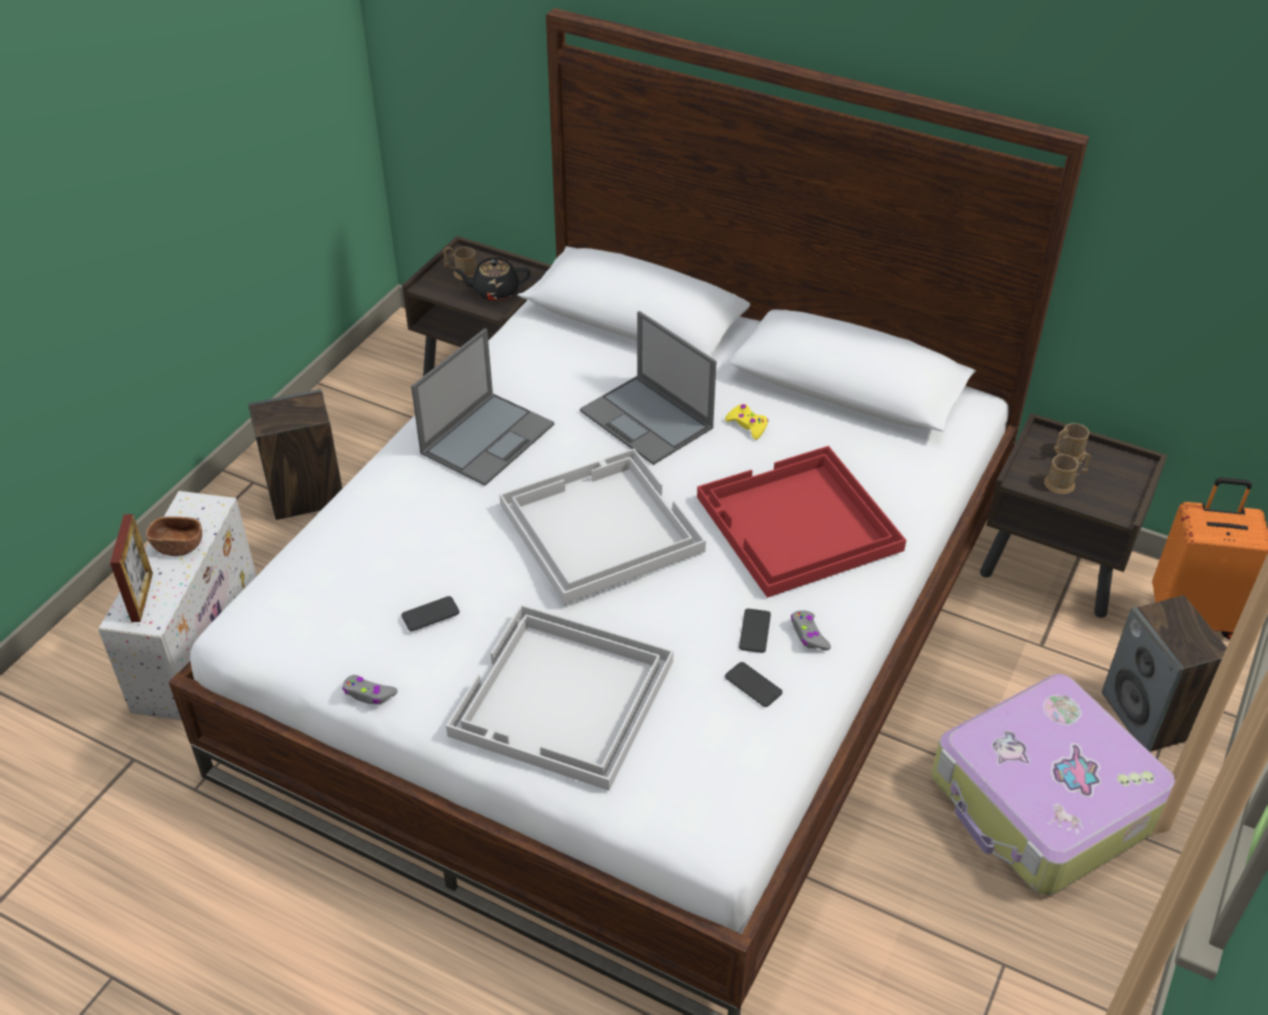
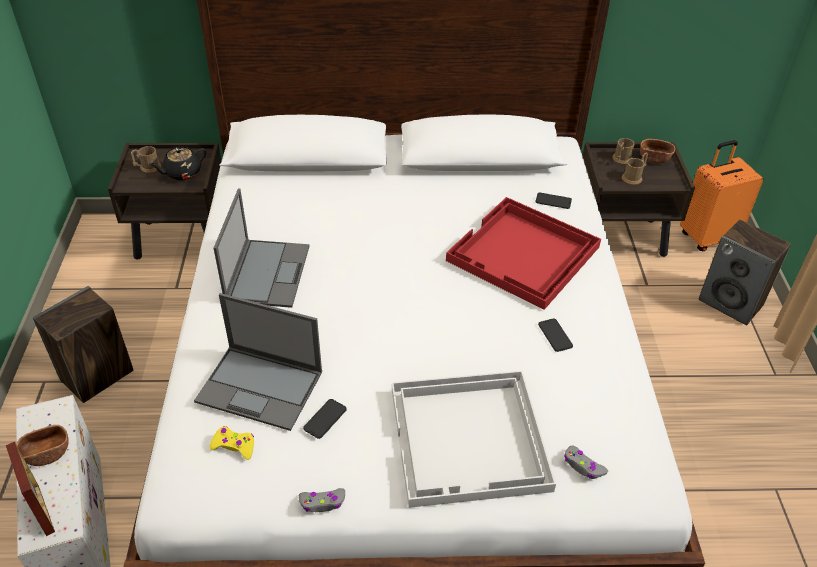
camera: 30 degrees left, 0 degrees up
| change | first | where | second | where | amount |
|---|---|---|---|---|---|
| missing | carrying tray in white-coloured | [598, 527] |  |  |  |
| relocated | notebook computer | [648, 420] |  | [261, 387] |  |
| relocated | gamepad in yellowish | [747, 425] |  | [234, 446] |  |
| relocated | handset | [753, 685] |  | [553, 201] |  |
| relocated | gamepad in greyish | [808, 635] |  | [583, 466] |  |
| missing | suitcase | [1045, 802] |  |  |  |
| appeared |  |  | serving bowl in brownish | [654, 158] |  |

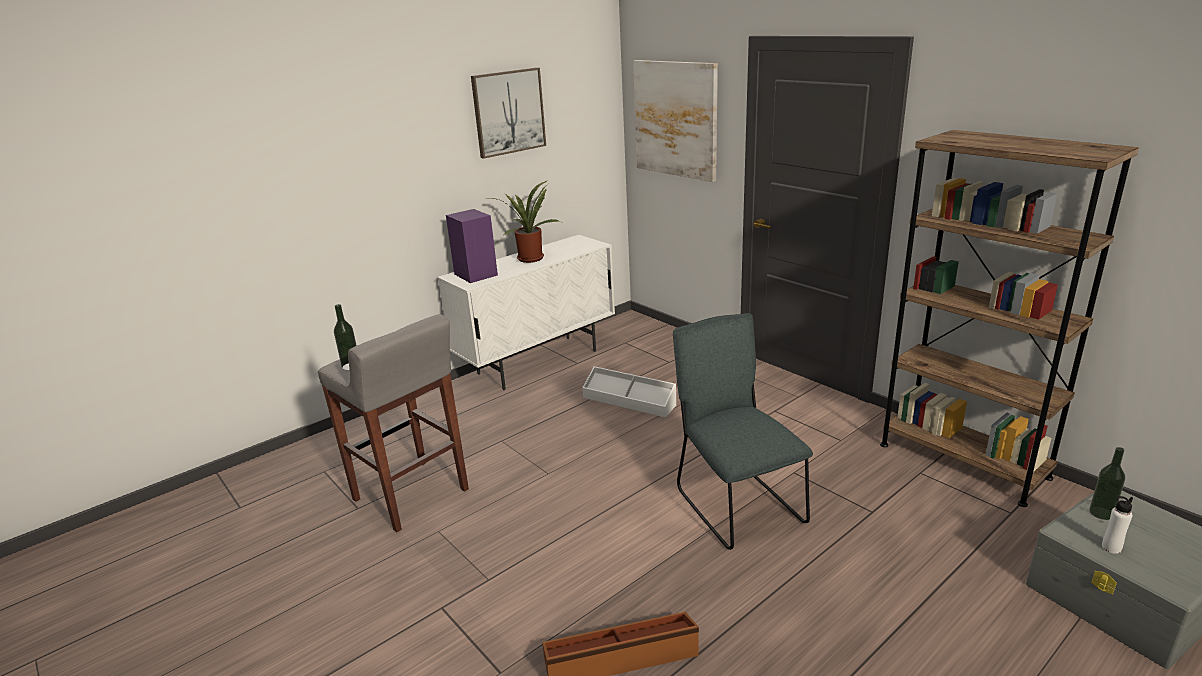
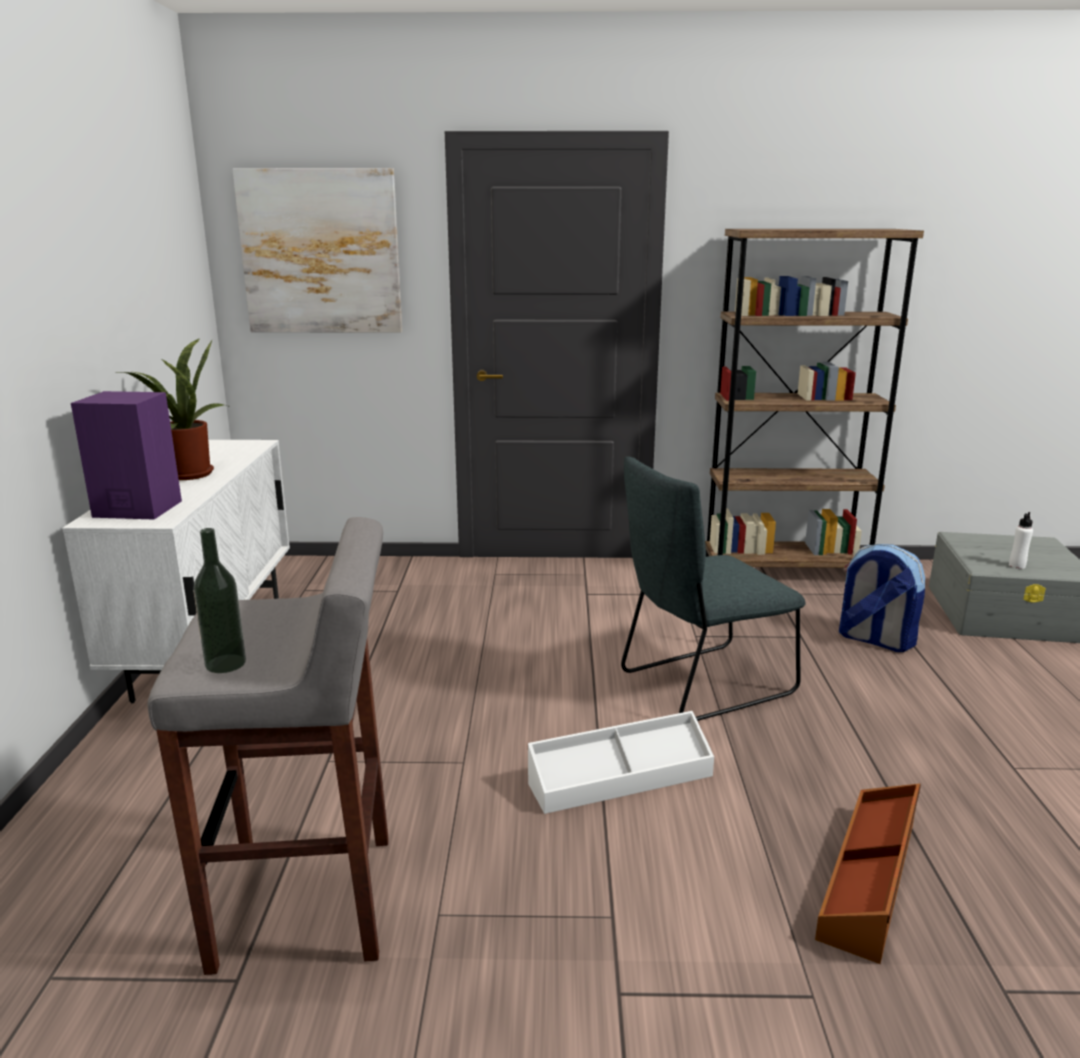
camera: 50 degrees left, 5 degrees down
| change | first | where | second | where | amount |
|---|---|---|---|---|---|
| missing | picture | [508, 112] |  |  |  |
| relocated | storage bin in white-coloured | [629, 401] |  | [620, 778] |  |
| spun | chair in greyish | [735, 503] |  | [700, 684] | 45 degrees counterclockwise |
| missing | bottle | [1101, 513] |  |  |  |
| appeared |  |  | backpack | [874, 640] |  |

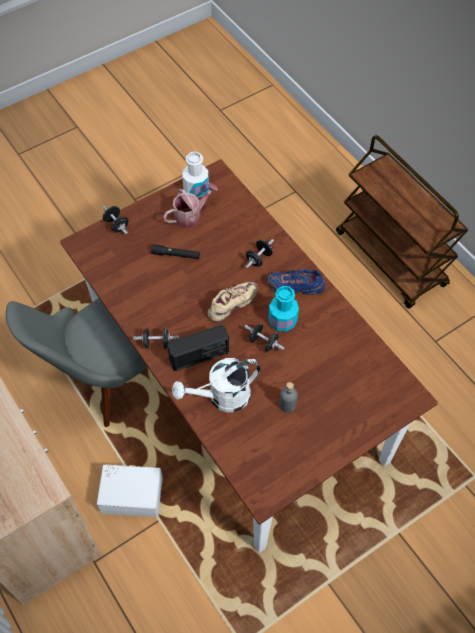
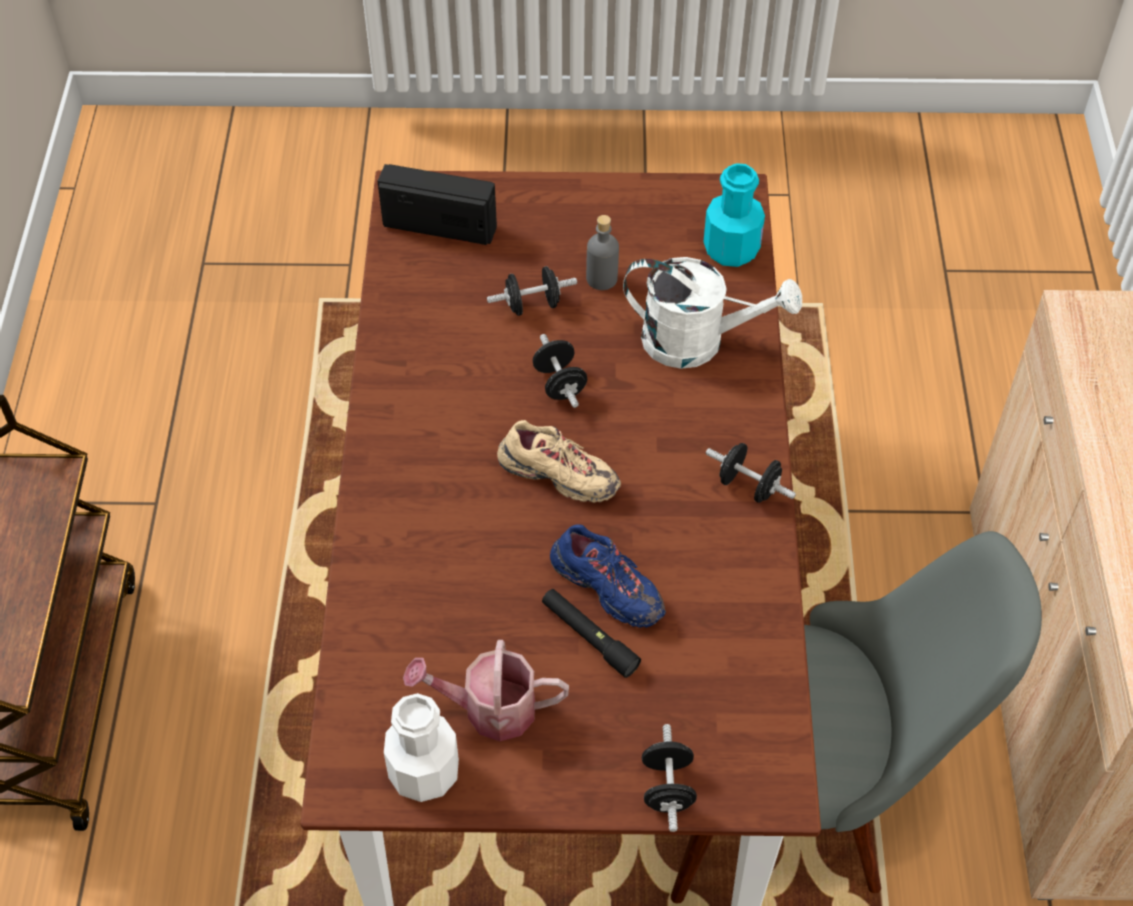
camera: 145 degrees left, 5 degrees down
| change | first | where | second | where | amount |
|---|---|---|---|---|---|
| missing | storage bin in white-coloured | [132, 493] |  |  |  |
| relocated | radio | [199, 356] |  | [440, 225] |  |
| spun | shoe in beige | [232, 304] |  | [559, 476] | 150 degrees counterclockwise |
| relocated | hand weight in blackish | [259, 259] |  | [532, 305] |  |
| relocated | shoe in blue | [295, 287] |  | [607, 589] |  |
| relocated | bottle in turquoise-coloured | [282, 321] |  | [731, 249] |  |

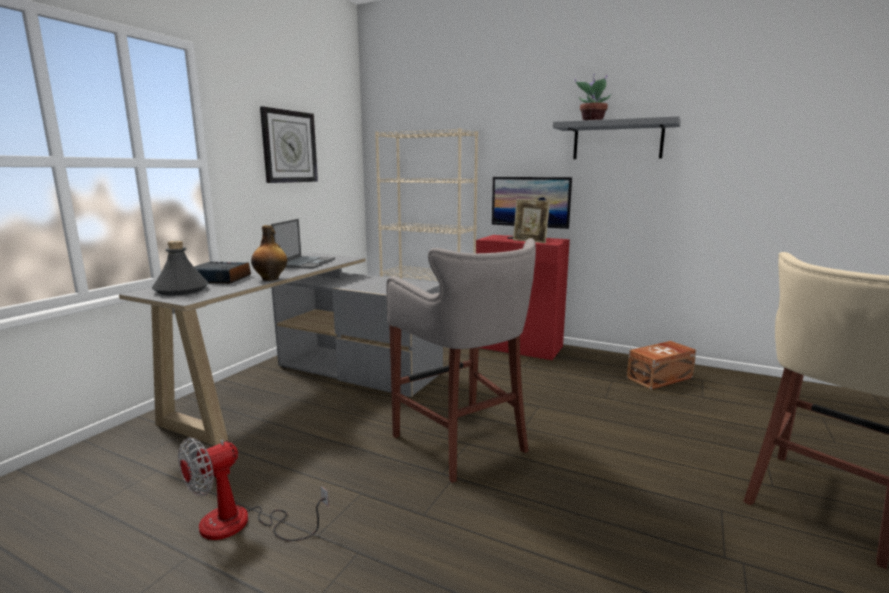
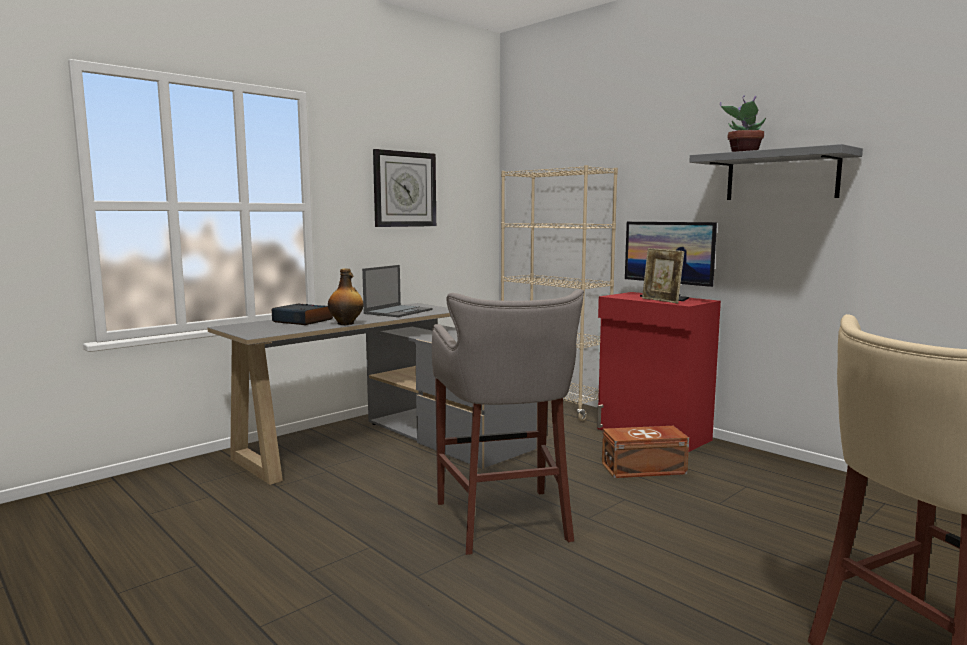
camera: 20 degrees right, 5 degrees down
| change | first | where | second | where | amount |
|---|---|---|---|---|---|
| missing | bottle in greyish | [181, 290] |  |  |  |
| missing | fan | [241, 525] |  |  |  |
| relocated | storage bin in brownish | [661, 378] |  | [645, 469] |  |

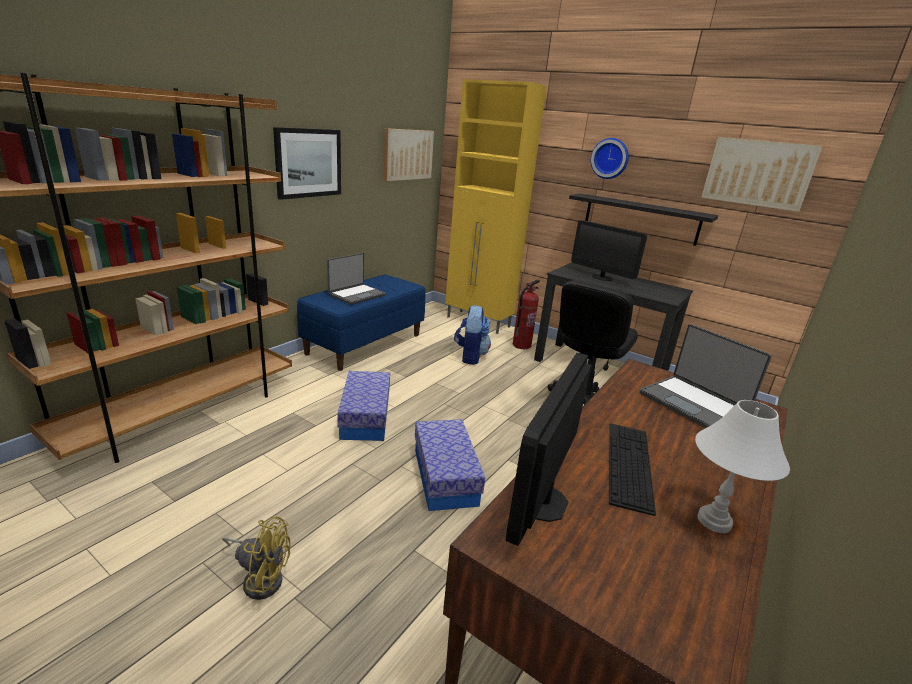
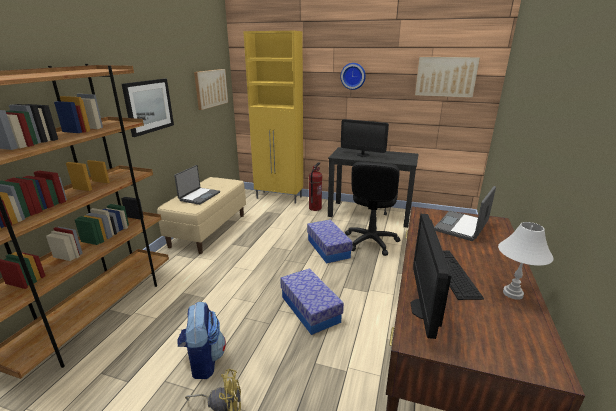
camera: 15 degrees left, 0 degrees up
| change | first | where | second | where | amount |
|---|---|---|---|---|---|
| colour | bench in blue | [365, 344] | bench in beige | [208, 230] |  |
| relocated | storage bin | [365, 417] |  | [328, 248] |  |
| relocated | backpack | [470, 356] |  | [203, 360] |  |
| missing | shelf in blackish | [640, 219] |  |  |  |
| spun | notebook computer | [693, 404] |  | [462, 227] | 90 degrees clockwise |

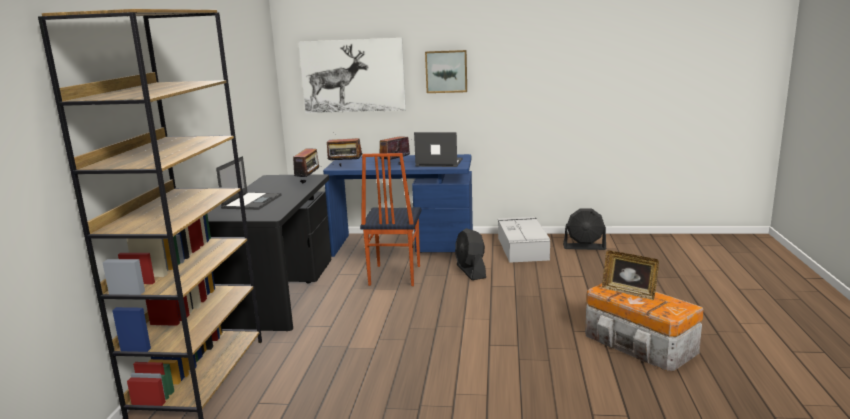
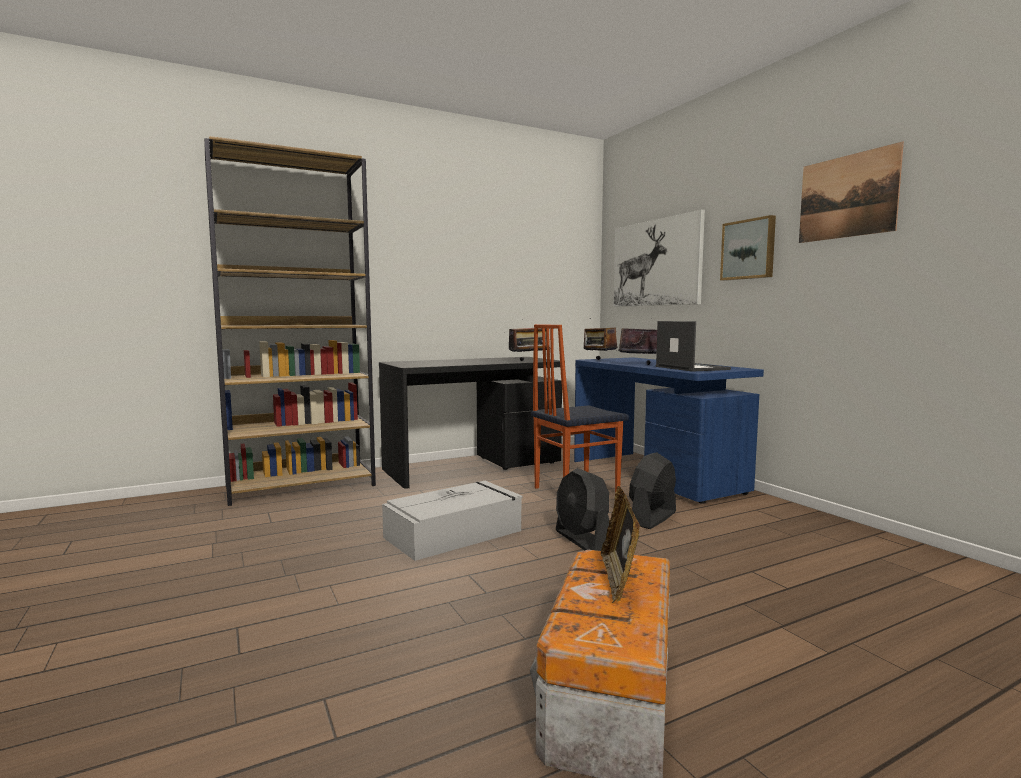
camera: 55 degrees right, 10 degrees down
| change | first | where | second | where | amount |
|---|---|---|---|---|---|
| missing | notebook computer | [252, 201] |  |  |  |
| relocated | storage bin in greyish | [522, 248] |  | [455, 533] |  |
| relocated | fan in blackish | [584, 247] |  | [583, 541] |  |
| appeared |  |  | picture | [847, 196] |  |

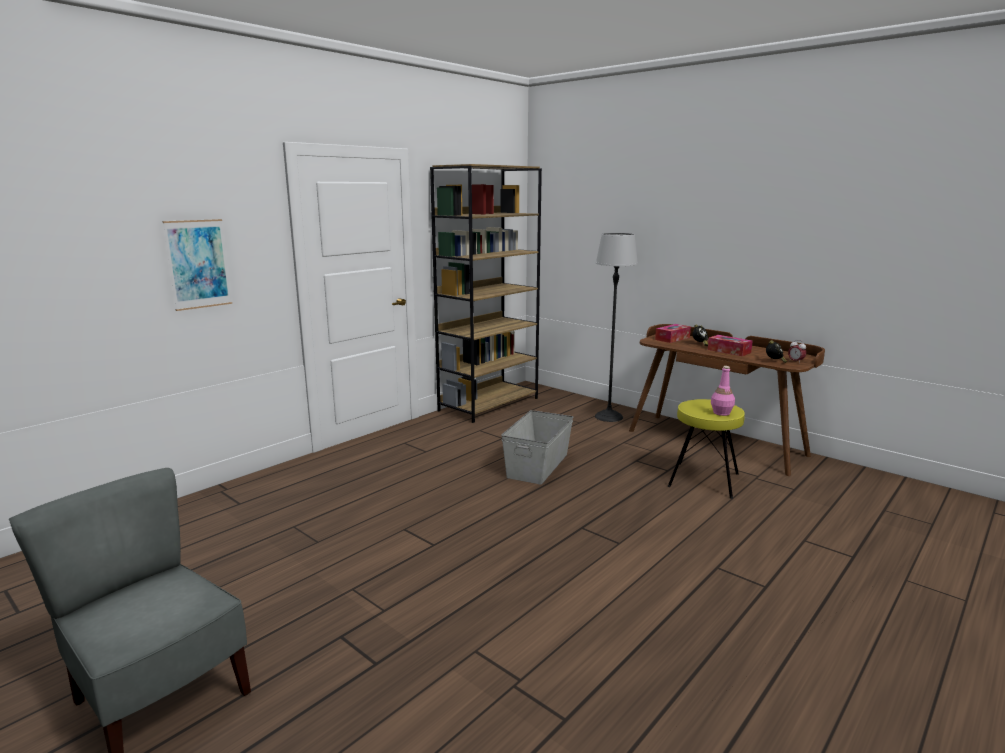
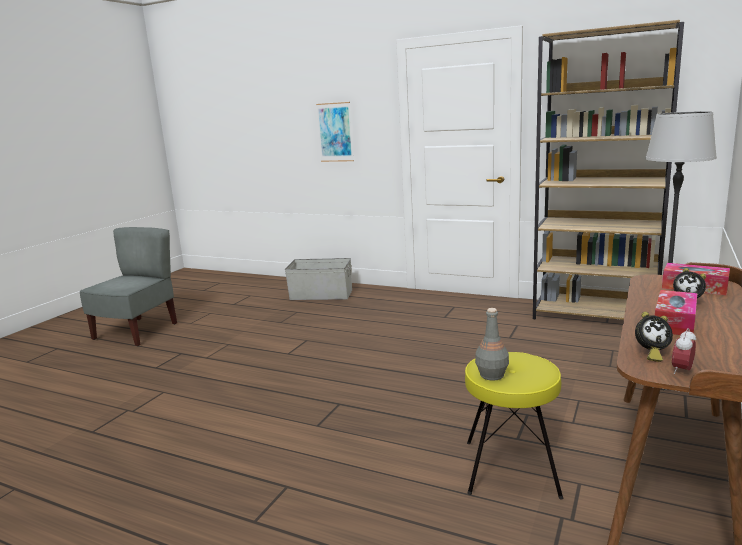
camera: 75 degrees right, 0 degrees up
| change | first | where | second | where | amount |
|---|---|---|---|---|---|
| relocated | storage bin in greyish | [538, 465] |  | [321, 295] |  |
| colour | bottle in pink | [721, 413] | bottle in greyish | [491, 375] |  |

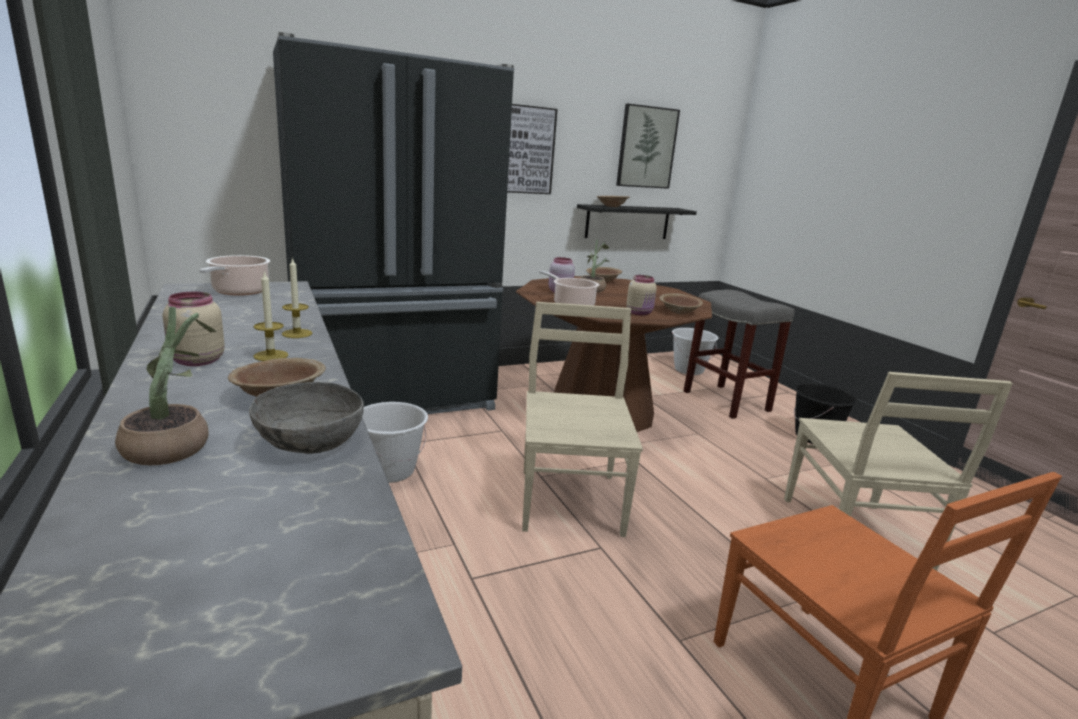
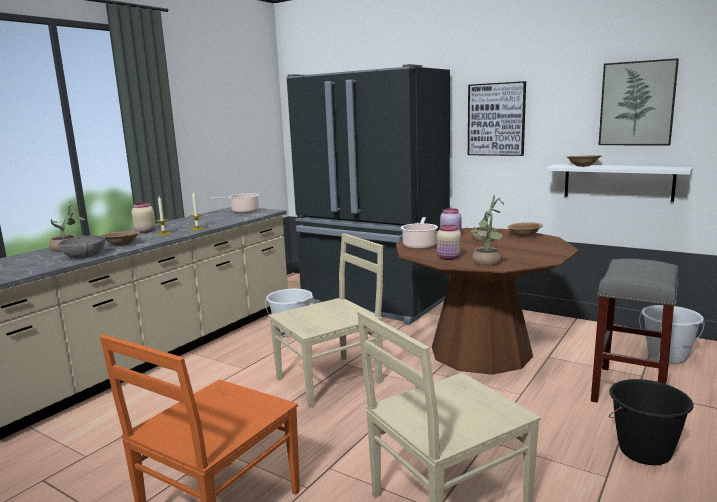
camera: 60 degrees right, 5 degrees down
| change | first | where | second | where | amount |
|---|---|---|---|---|---|
| colour | shelf in blackish | [628, 222] | shelf in white-coloured | [618, 182] |  |
| exchanged | serving bowl in brownish | [679, 312] | houseplant | [487, 263] |  |

